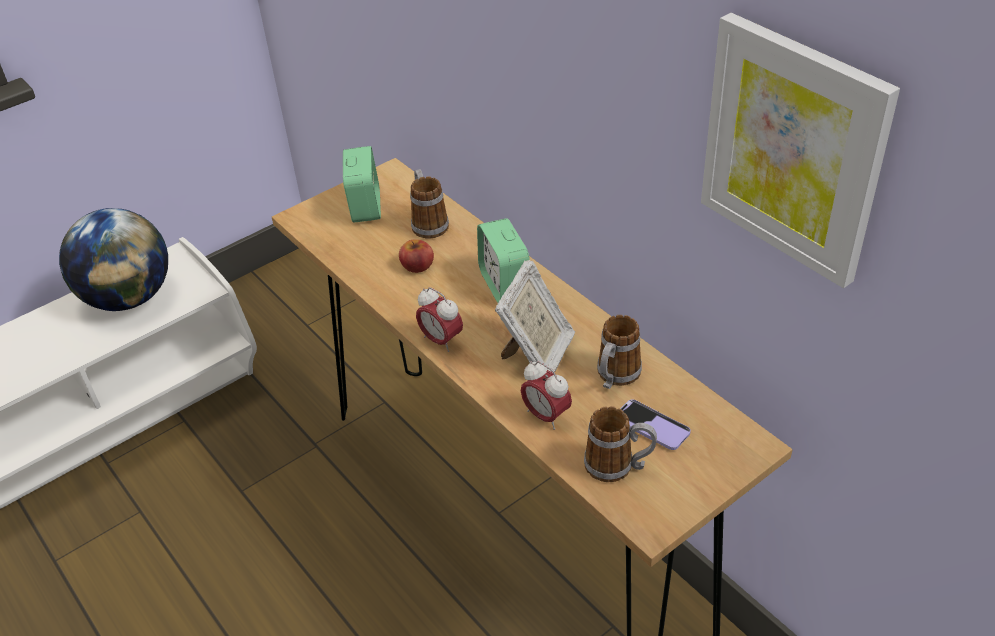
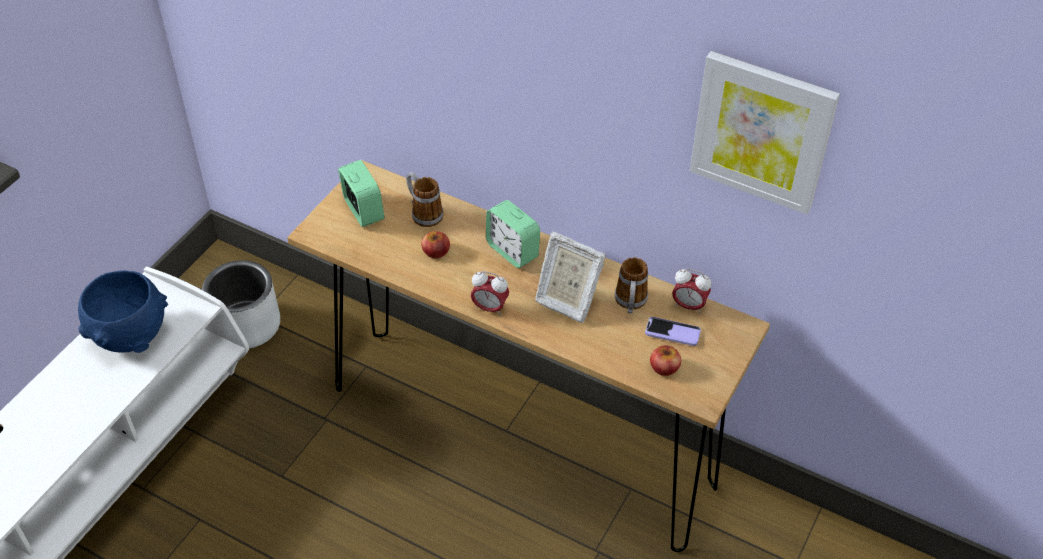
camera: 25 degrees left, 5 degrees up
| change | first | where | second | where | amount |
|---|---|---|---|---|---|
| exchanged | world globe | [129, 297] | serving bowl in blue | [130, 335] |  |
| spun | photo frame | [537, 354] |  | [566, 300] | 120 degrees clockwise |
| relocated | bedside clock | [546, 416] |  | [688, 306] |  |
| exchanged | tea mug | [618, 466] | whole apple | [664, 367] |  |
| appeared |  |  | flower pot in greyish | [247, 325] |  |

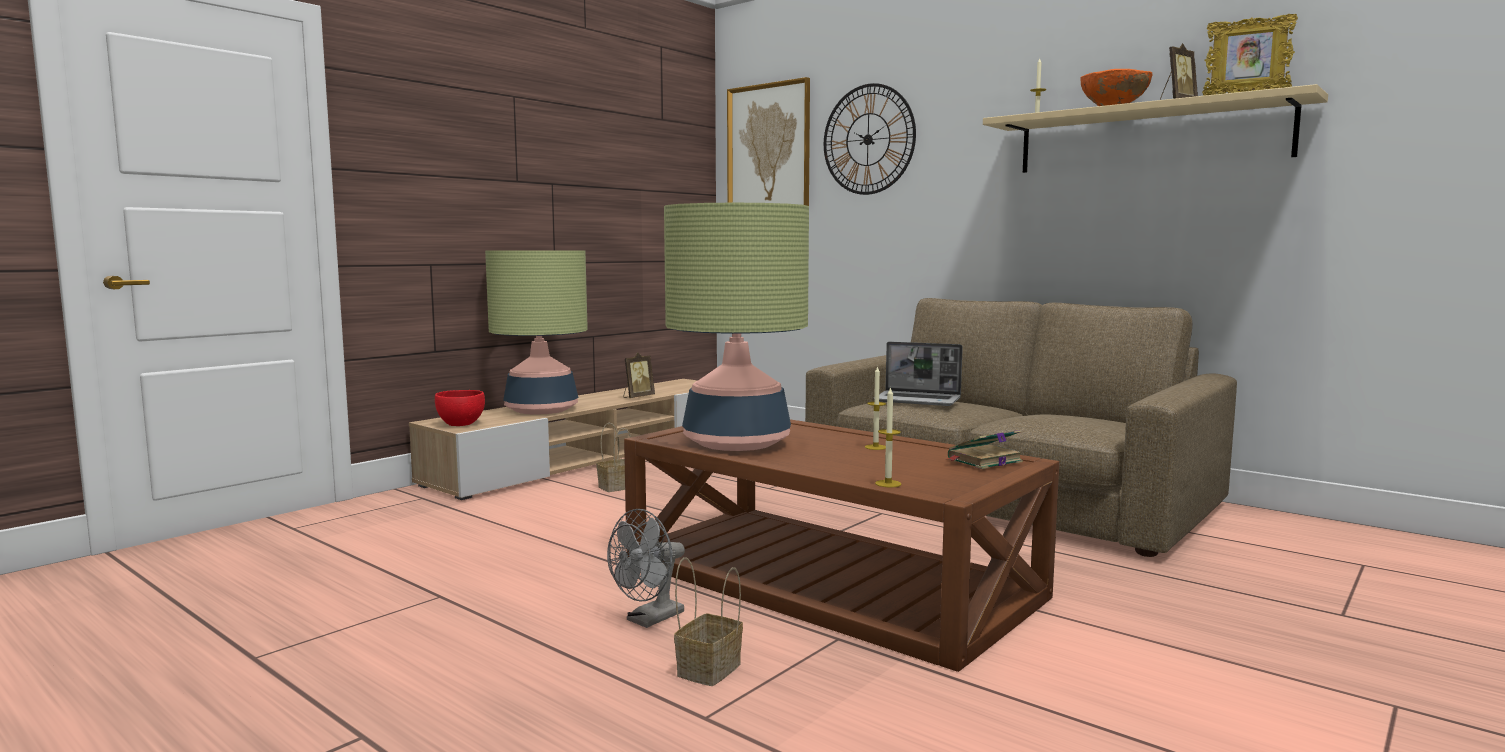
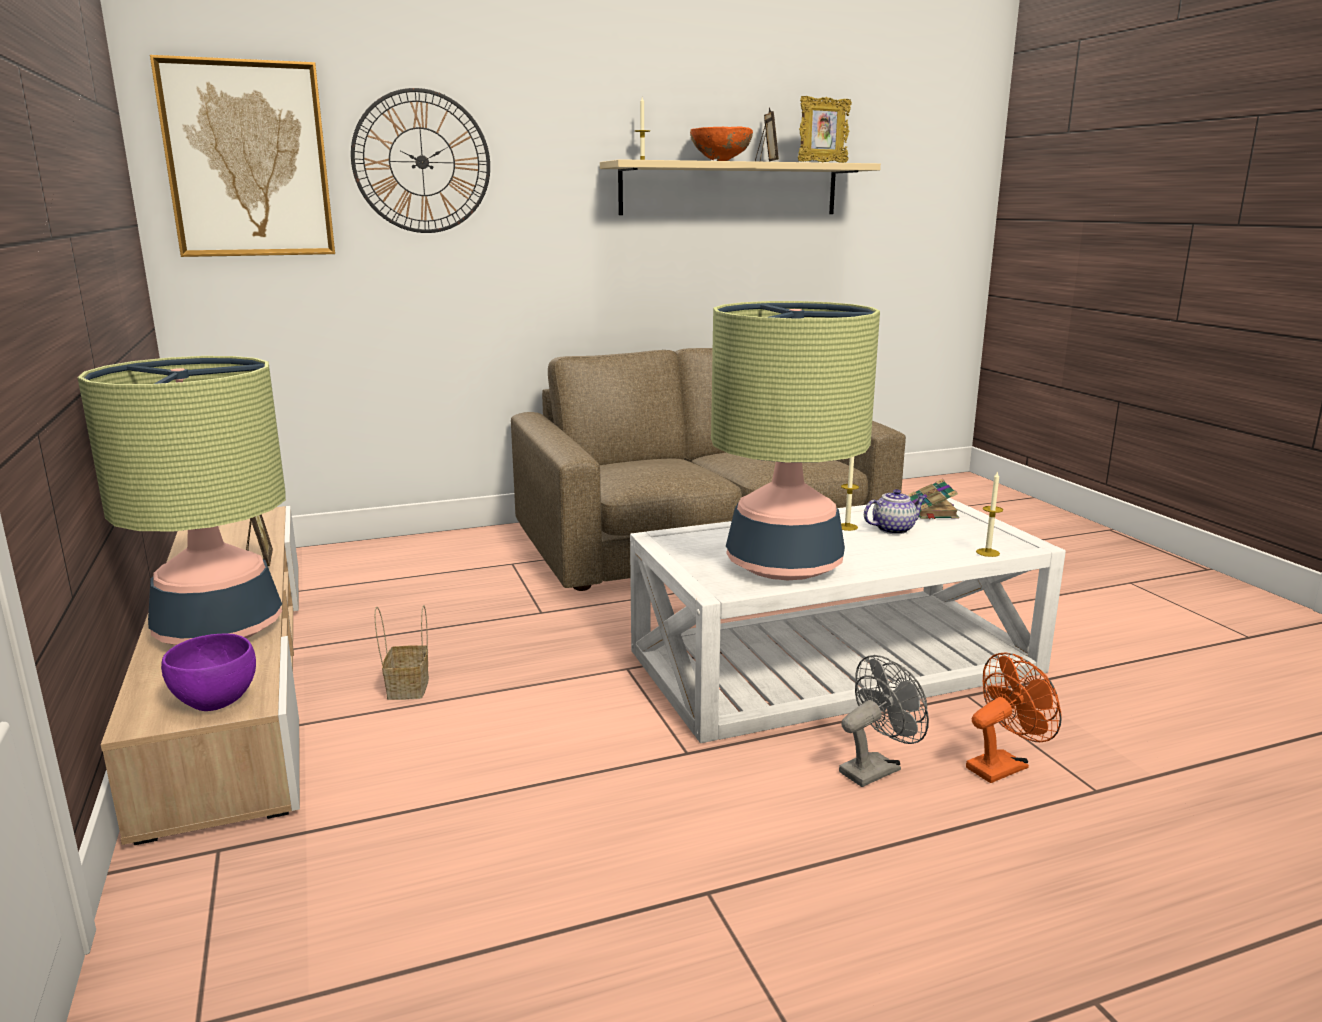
camera: 60 degrees left, 10 degrees up
| change | first | where | second | where | amount |
|---|---|---|---|---|---|
| colour | serving bowl in reddish | [460, 424] | serving bowl in purplish | [216, 702] |  |
| spun | fan in greyish | [649, 620] |  | [876, 768] | 105 degrees counterclockwise |
| colour | lounge table in brownish | [829, 578] | lounge table in white-coloured | [833, 660] |  |
| exchanged | basket | [709, 668] | fan in orange | [1002, 765] |  |
| missing | notebook computer | [918, 400] |  |  |  |
| appeared |  |  | pot for tea | [893, 529] |  |

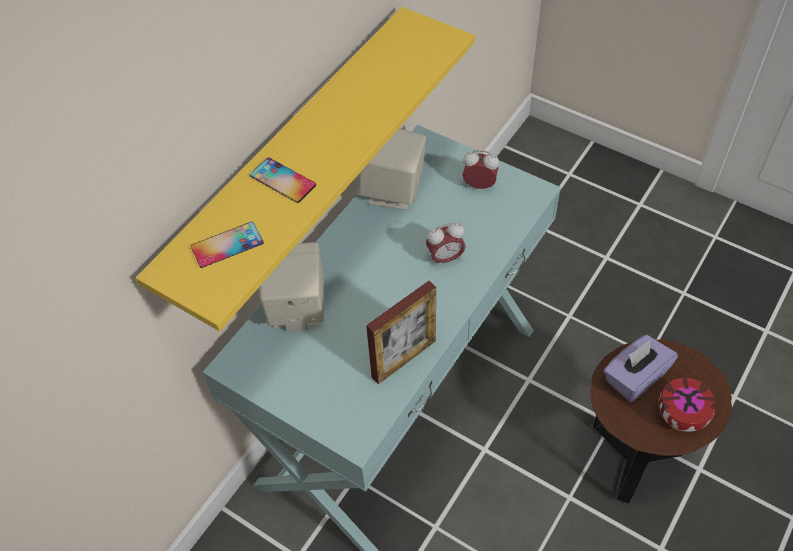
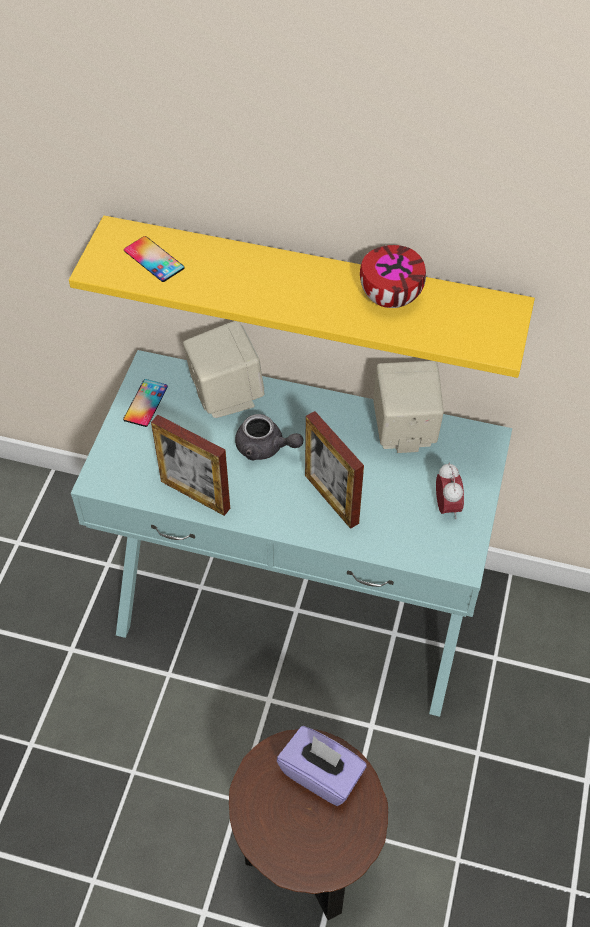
camera: 70 degrees right, 0 degrees up
| change | first | where | second | where | amount |
|---|---|---|---|---|---|
| relocated | handset | [283, 180] |  | [145, 403] |  |
| exchanged | bedside clock | [445, 258] | photo frame | [331, 499] |  |
| relocated | serving bowl | [680, 417] |  | [388, 296] |  |
| appeared |  |  | pot for tea in greyish | [265, 448] |  |

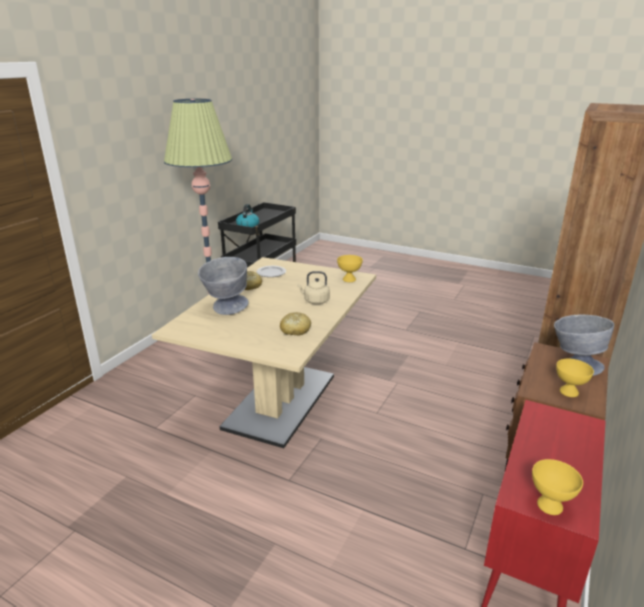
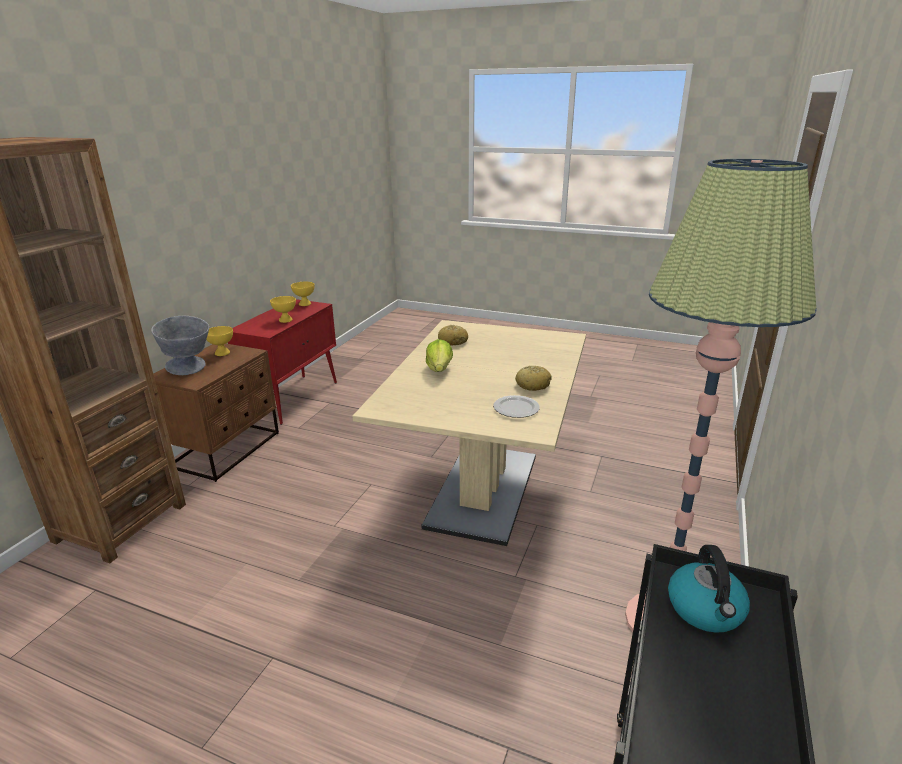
camera: 175 degrees right, 0 degrees up
| change | first | where | second | where | amount |
|---|---|---|---|---|---|
| missing | serving bowl in greyish | [226, 310] |  |  |  |
| exchanged | water kettle in beige | [315, 301] | lettuce | [439, 369] |  |
| relocated | serving bowl in yellowish | [348, 279] |  | [286, 320] |  |

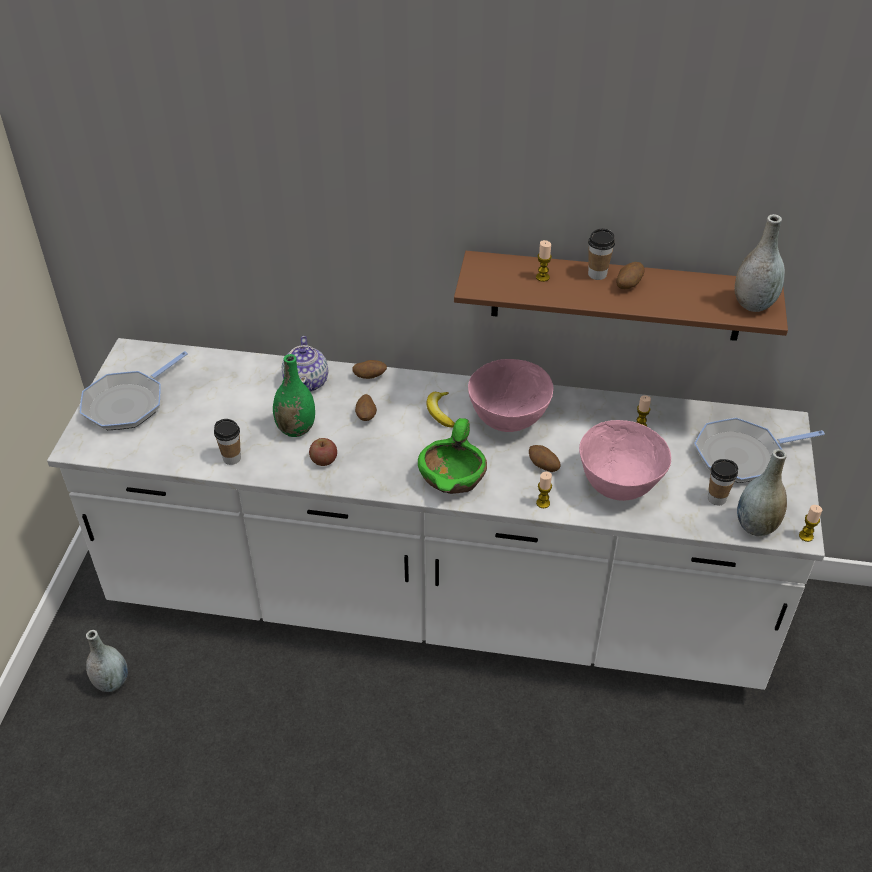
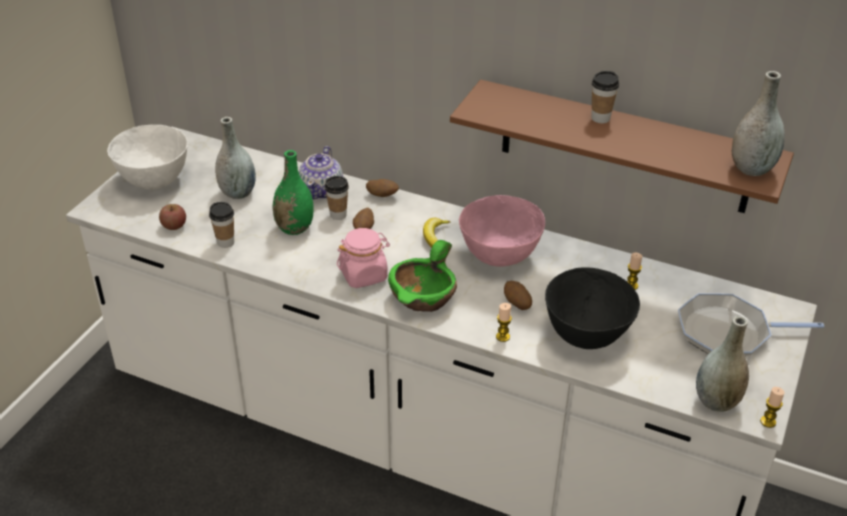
camera: 15 degrees right, 5 degrees down
| change | first | where | second | where | amount |
|---|---|---|---|---|---|
| exchanged | skillet | [128, 403] | serving bowl in white-coloured | [155, 181] |  |
| relocated | decorative vase in greyish | [112, 682] |  | [238, 193] |  |
| relocated | whole apple | [324, 460] |  | [174, 226] |  |
| missing | wax candle | [542, 277] |  |  |  |
| colour | serving bowl in pink | [618, 486] | serving bowl in blackish | [585, 336] |  |
| missing | potato | [628, 285] |  |  |  |
| relocated | small cup | [716, 498] |  | [338, 215] |  |
| appeared |  |  | preserve jar in pink | [364, 275] |  |

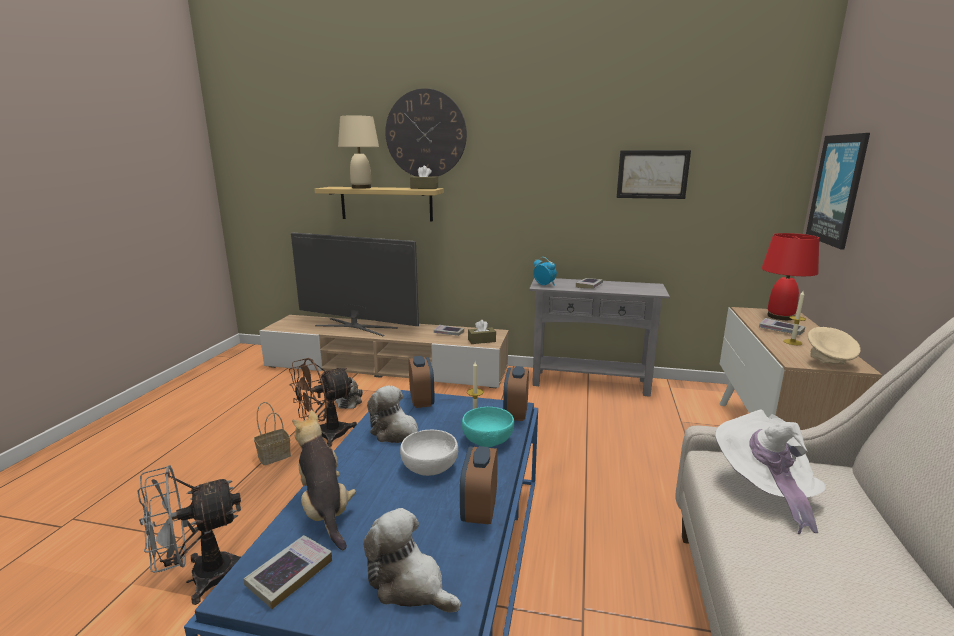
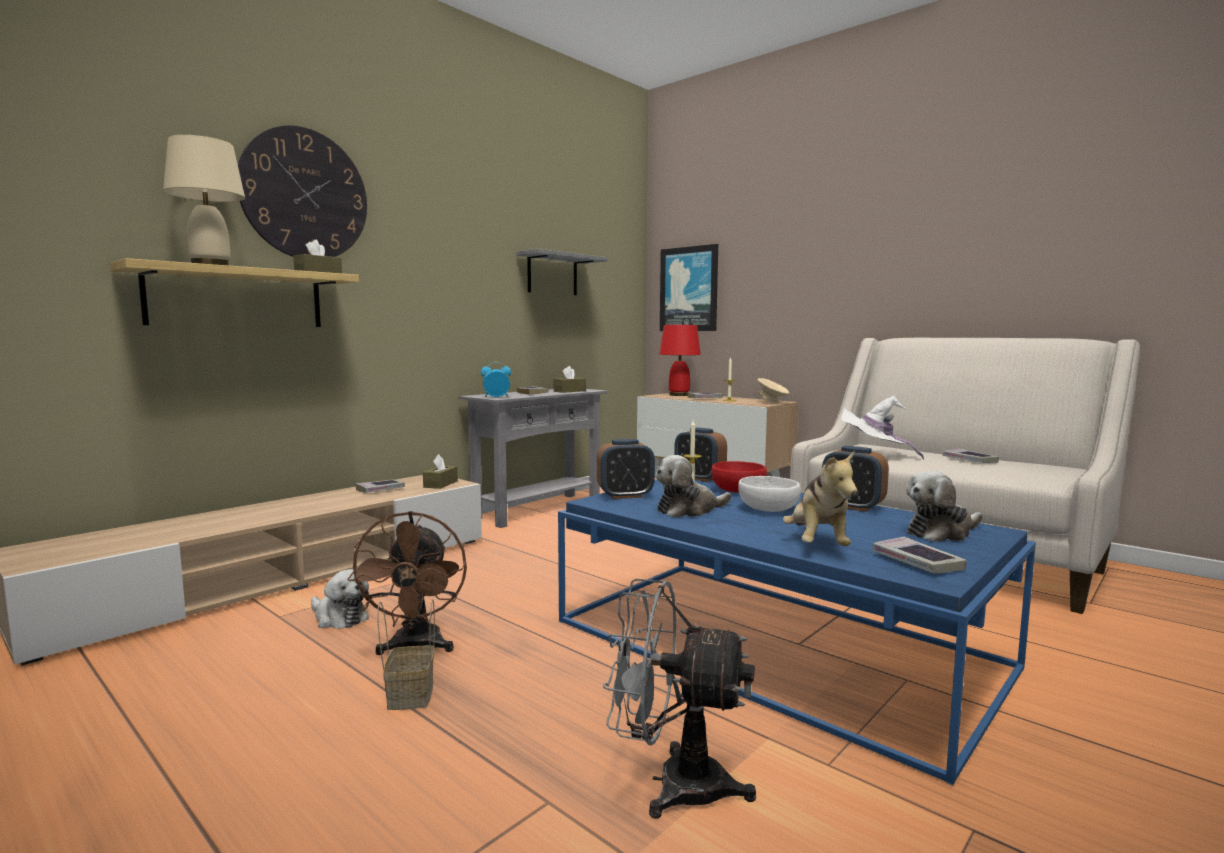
camera: 60 degrees left, 10 degrees down
| change | first | where | second | where | amount |
|---|---|---|---|---|---|
| spun | fan in greyish | [201, 578] |  | [673, 783] | 105 degrees clockwise |
| missing | TV | [356, 327] |  |  |  |
| spun | plush toy | [325, 510] |  | [817, 544] | 90 degrees counterclockwise |
| spun | bedside clock | [422, 401] |  | [625, 496] | 150 degrees clockwise |
| colour | serving bowl in turquoise-coloured | [488, 439] | serving bowl in reddish | [737, 490] |  |
| exchanged | picture | [652, 174] | shelf in greyish | [552, 274] |  |
| appeared |  |  | tissue box in brownish | [569, 391] |  |
| appeared |  |  | volume | [969, 460] |  |

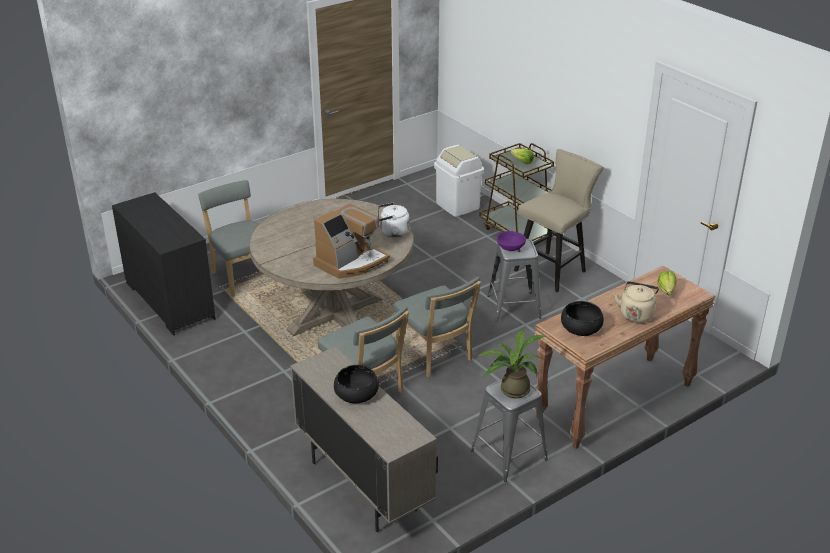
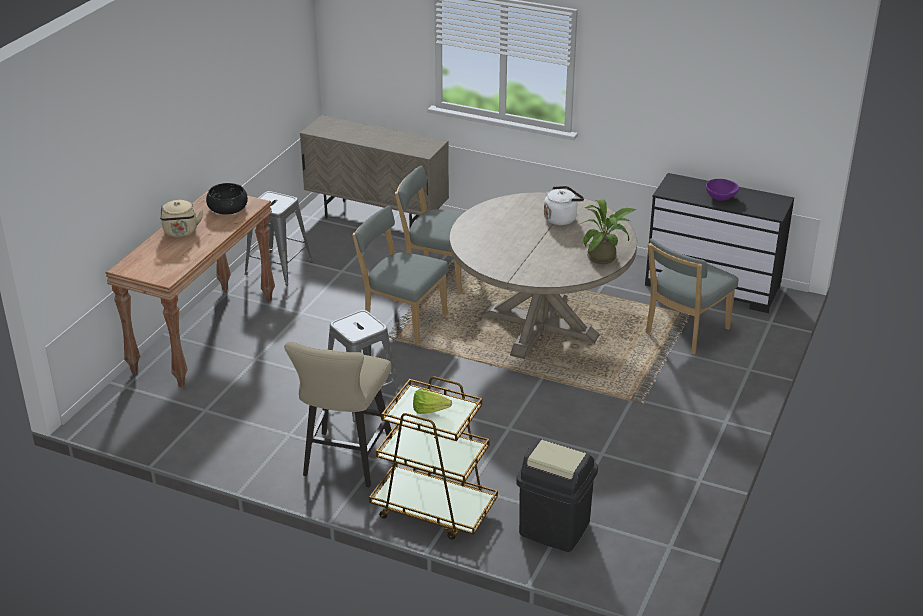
camera: 150 degrees right, 0 degrees up
| change | first | where | second | where | amount |
|---|---|---|---|---|---|
| spun | chair in greyish | [242, 276] |  | [684, 332] | 105 degrees clockwise |
| missing | coffee maker | [351, 262] |  |  |  |
| missing | serving bowl in blackish | [356, 393] |  |  |  |
| relocated | water kettle in white-coloured | [392, 232] |  | [561, 218] |  |
| colour | rubbish bin in white-coloured | [458, 205] | rubbish bin in blackish | [554, 529] |  |
| relocated | houseplant | [511, 389] |  | [605, 257] |  |
| relocated | serving bowl in purplish | [511, 247] |  | [720, 197] |  |
| missing | lettuce | [666, 292] |  |  |  |

